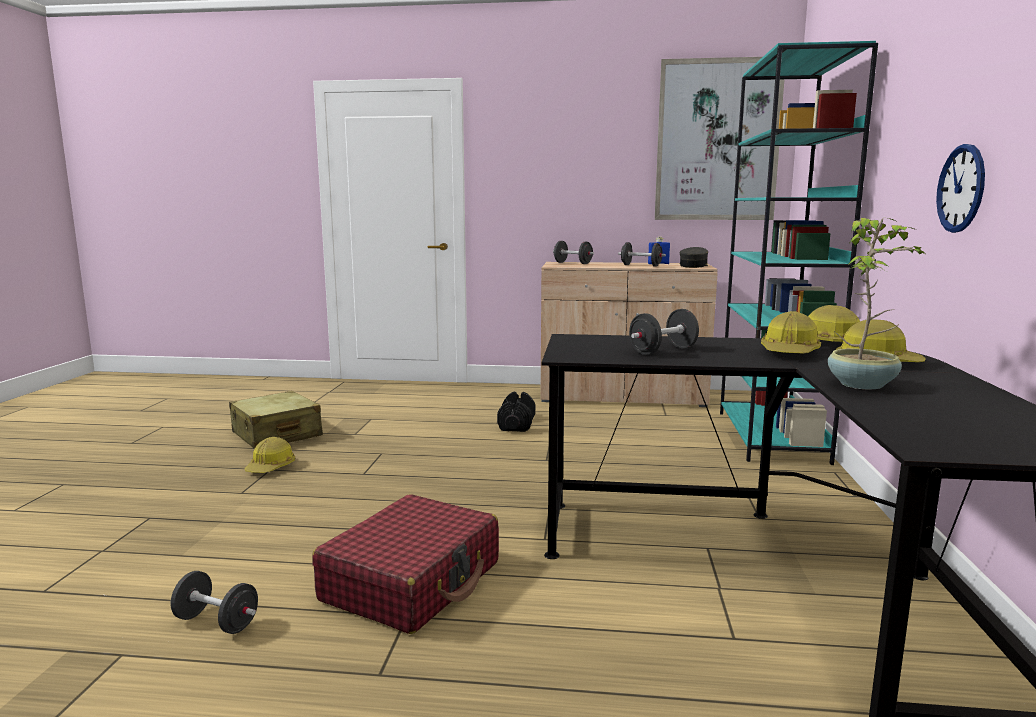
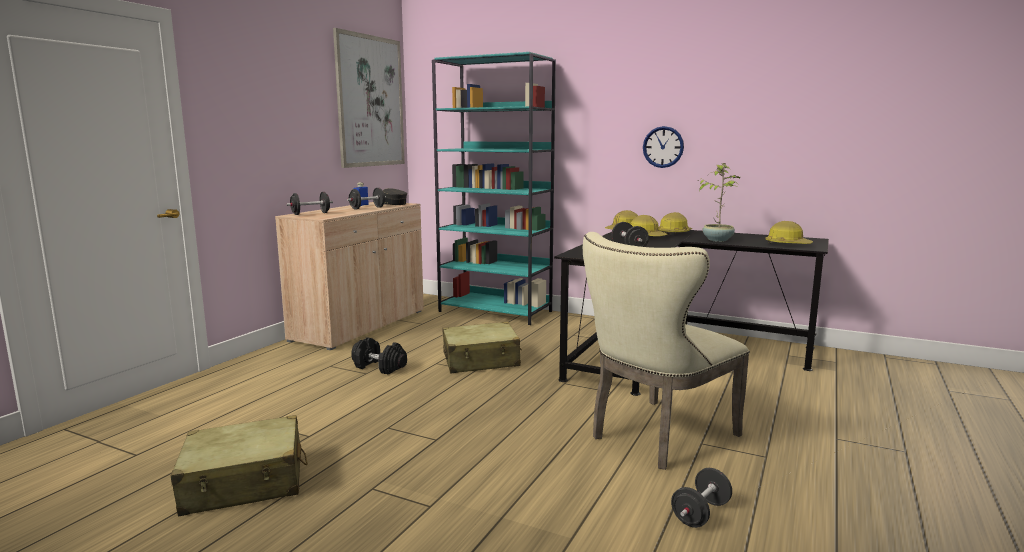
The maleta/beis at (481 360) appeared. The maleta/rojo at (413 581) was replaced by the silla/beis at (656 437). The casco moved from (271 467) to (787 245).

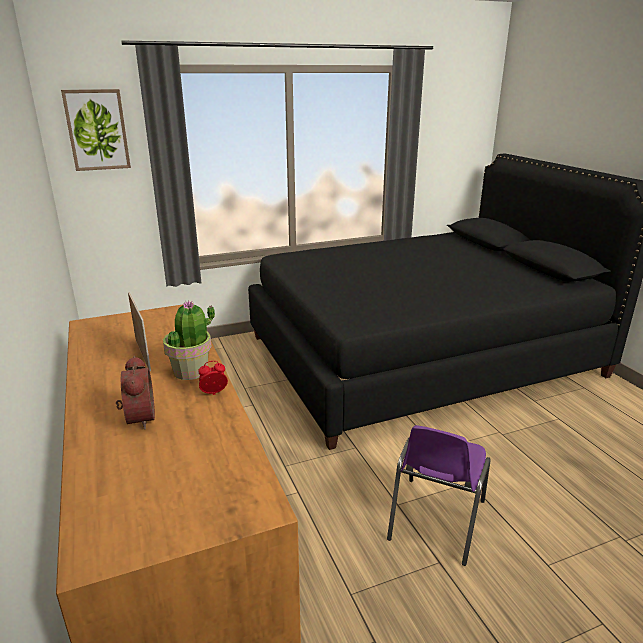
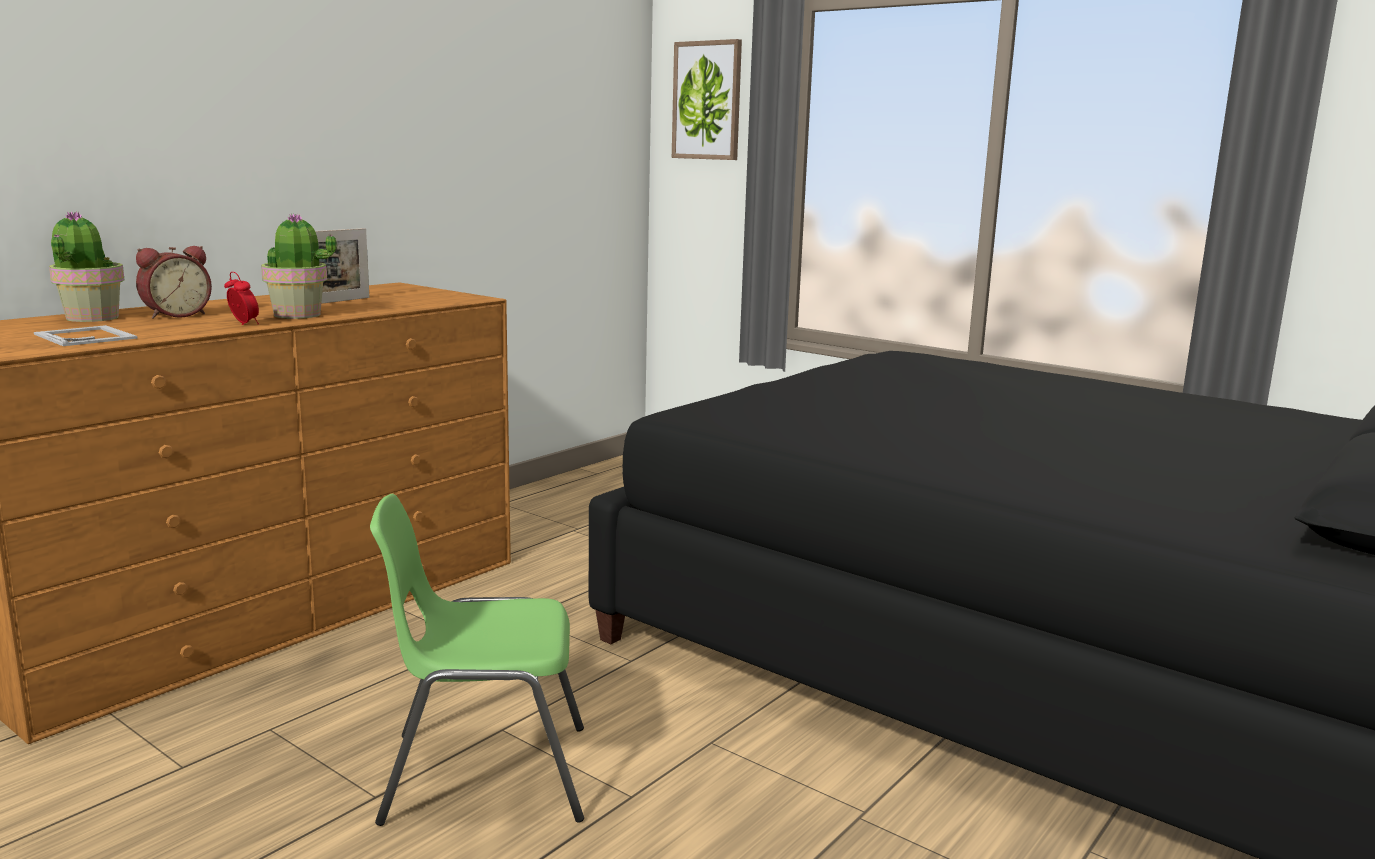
The portarretratos at (86 336) appeared. The planta en maceta at (91 318) appeared. The silla/morado at (435 520) became the silla/verde at (483 774).

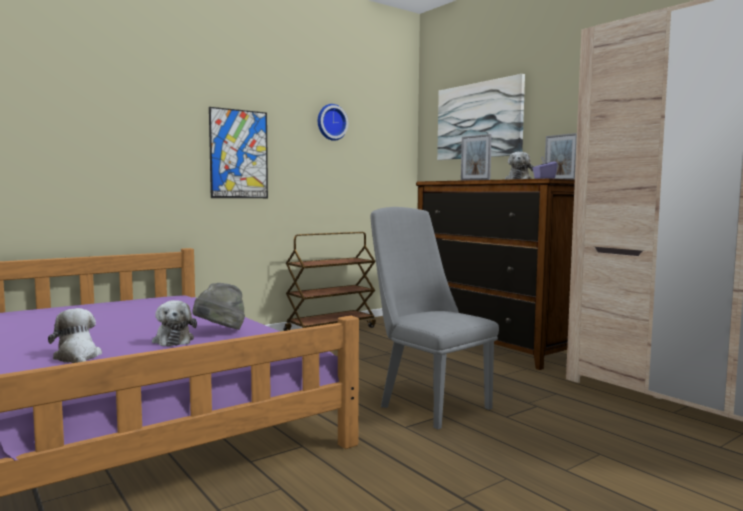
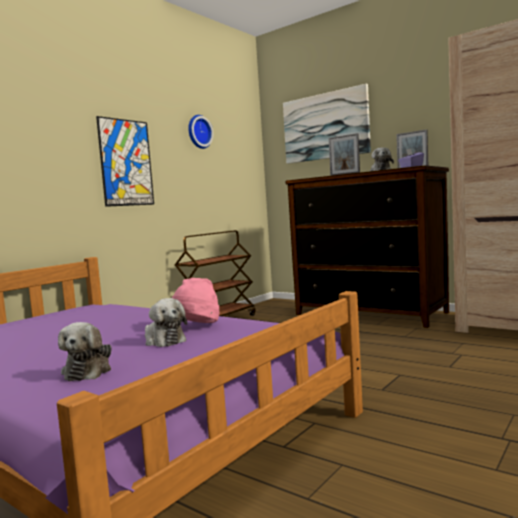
The peluche at (77 357) turned 135 degrees counterclockwise. The sombrero/gris at (219 332) became the sombrero/rosa at (196 327). The silla/gris at (428 404) disappeared.

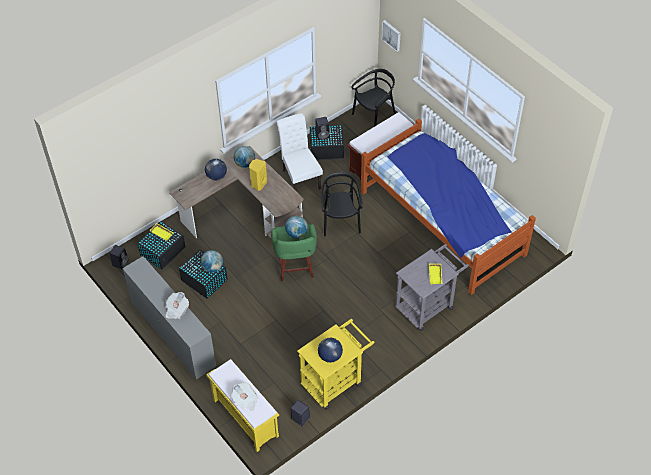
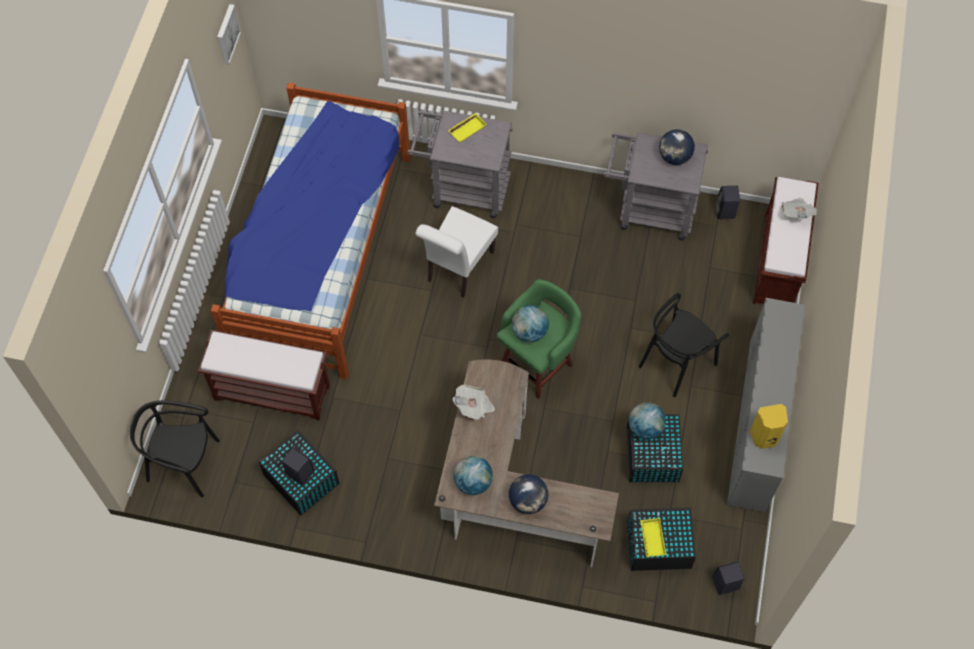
The cuadro moved from (392 35) to (226 33). The silla/blanco moved from (300 178) to (457 269). The periódico moved from (176 310) to (474 407). The carrito/amarillo at (335 381) became the carrito/gris at (649 210). The silla/negro moved from (340 221) to (676 362). The altavoz/amarillo moved from (258 184) to (764 437). The banco/amarillo at (244 417) became the banco/marrón at (778 263).

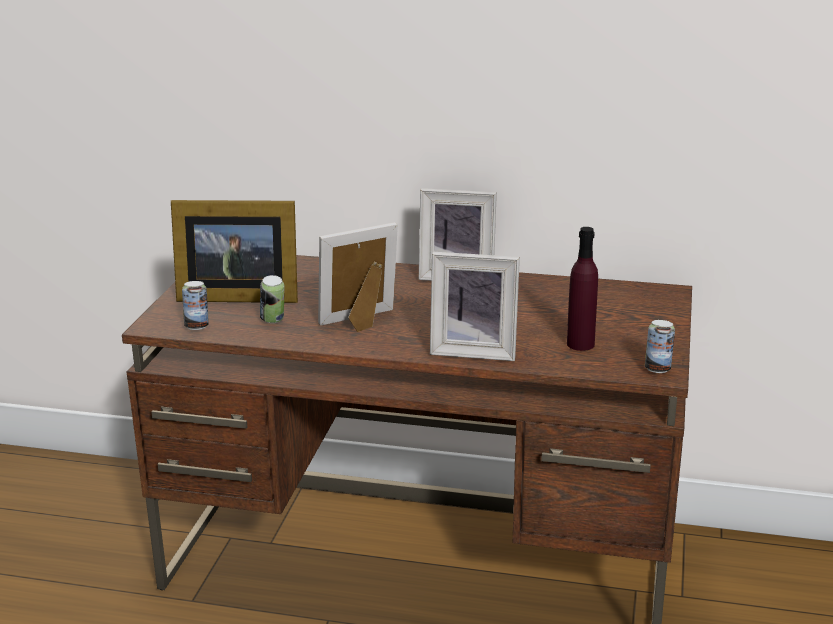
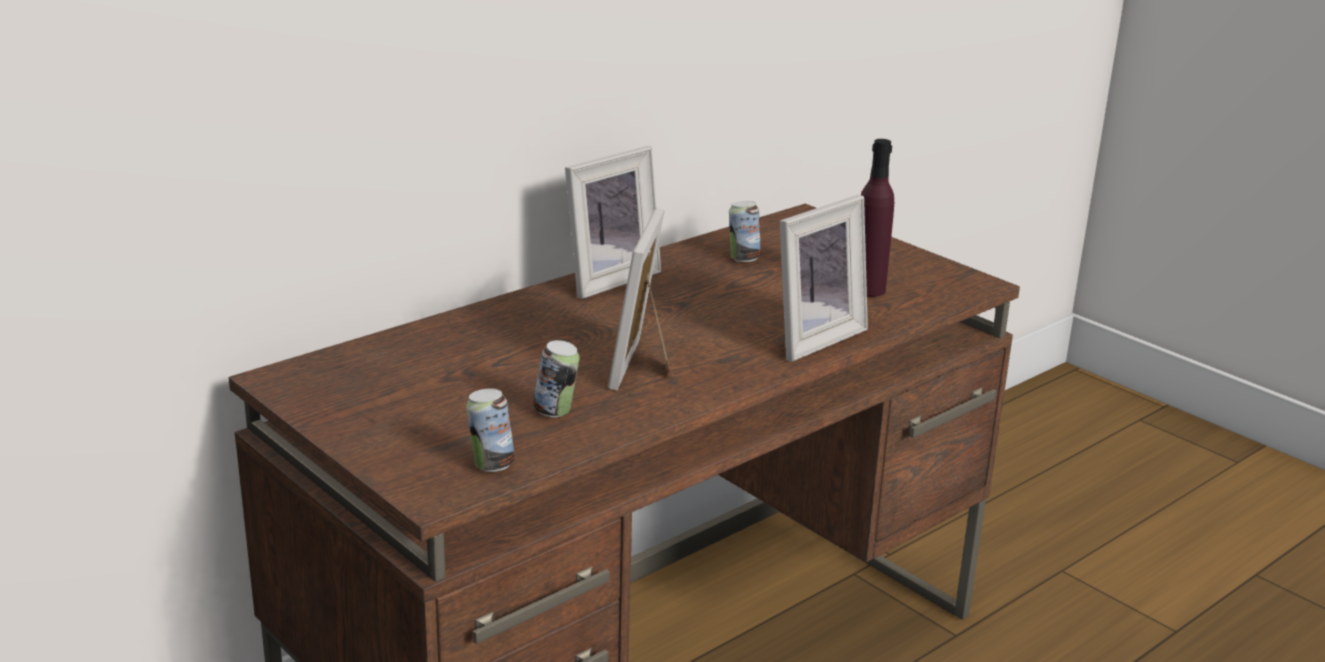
The lata moved from (657 369) to (743 259). The portarretratos at (235 295) disappeared.

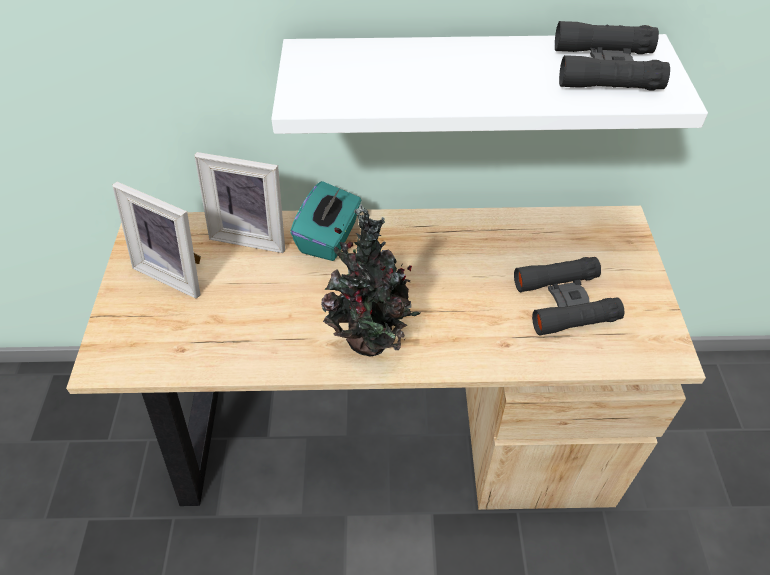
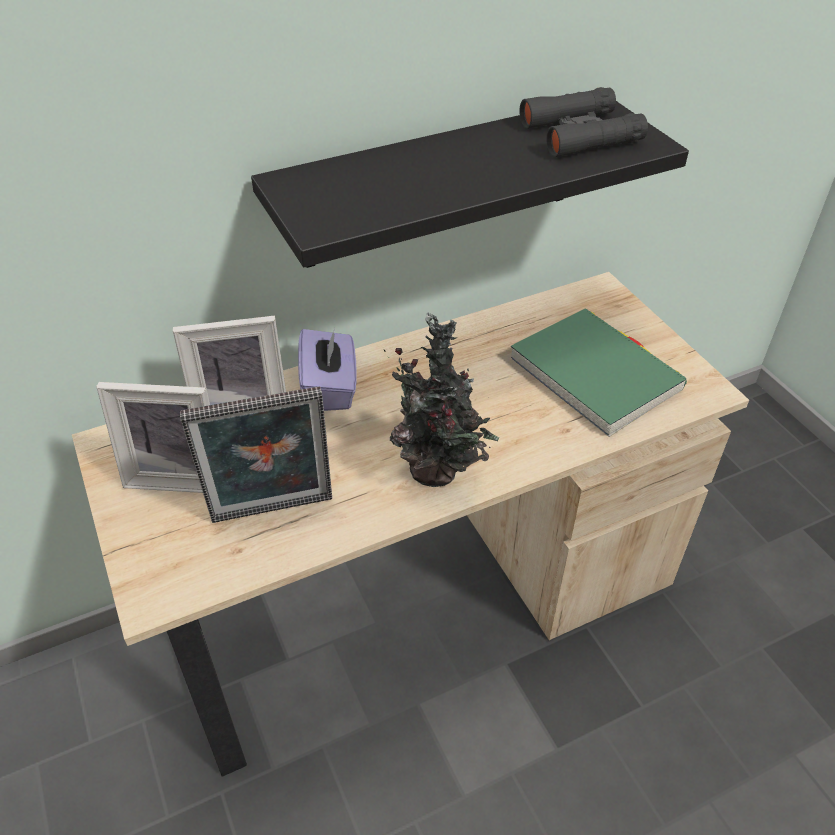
The portarretratos at (273 513) appeared. The estante/blanco at (470 83) became the estante/negro at (441 183). The caja de pañuelos/turquesa at (329 238) became the caja de pañuelos/morado at (330 388). The prismáticos/negro at (565 301) was replaced by the libro/verde at (595 375).

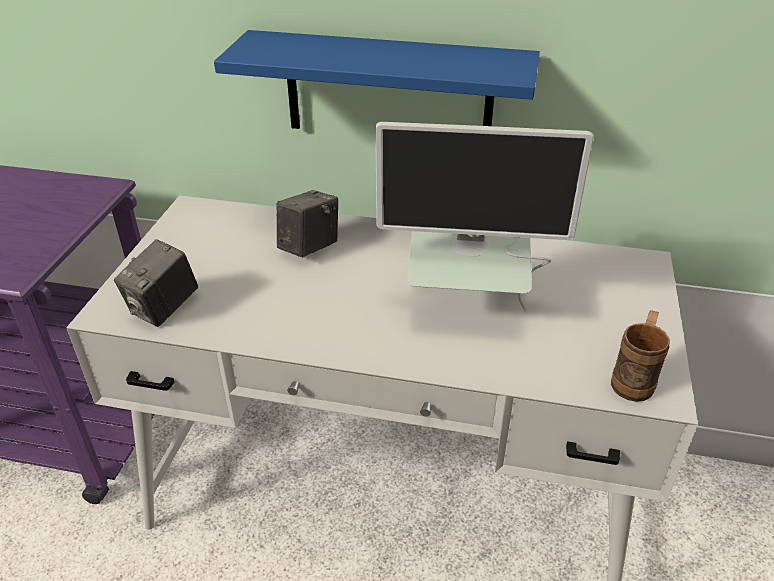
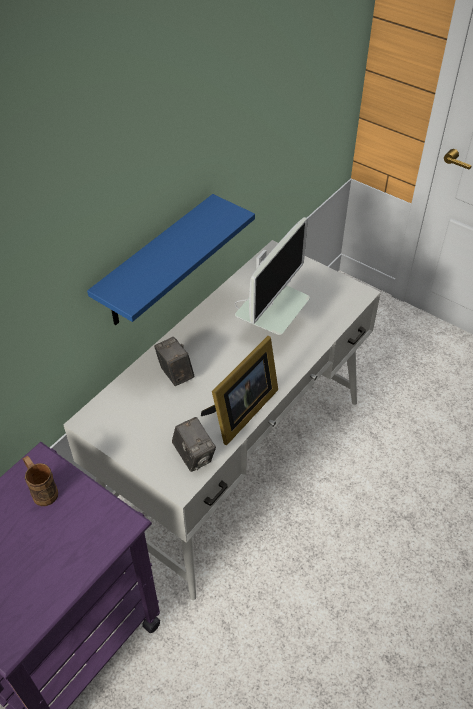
The taza grande/marrón moved from (634 379) to (42 490). The portarretratos at (240 412) appeared.

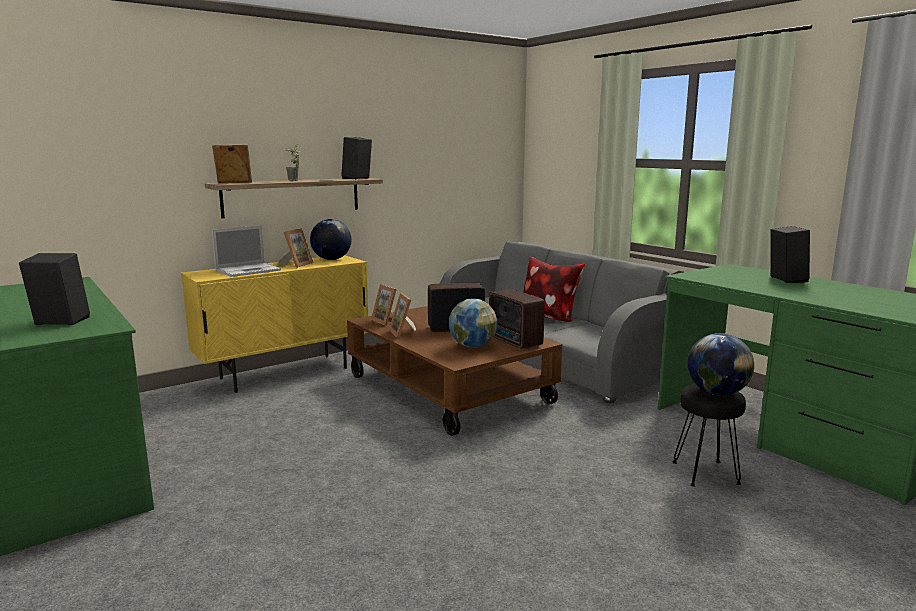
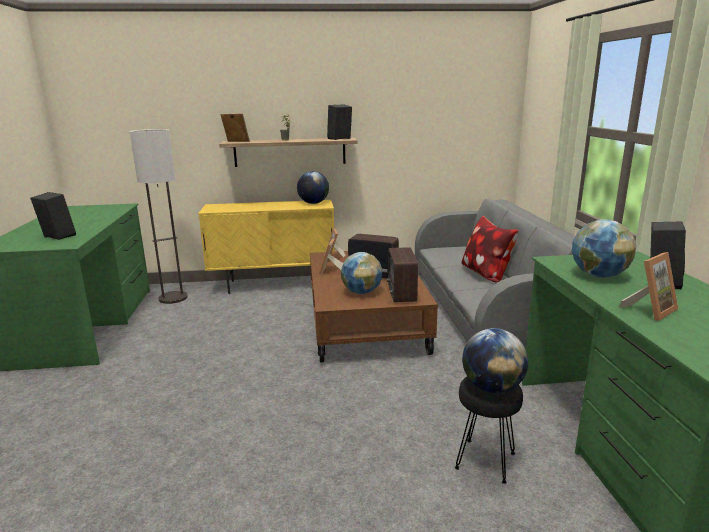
The lámpara de pie at (173 298) appeared. The globo terráqueo at (598 275) appeared. The portarretratos moved from (296 265) to (650 310). The portátil at (249 270) disappeared.

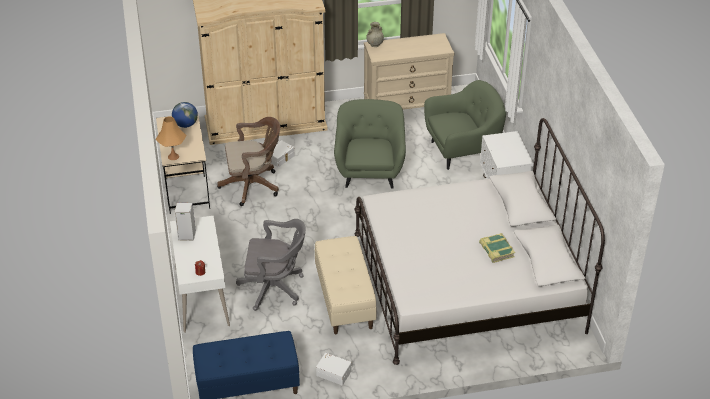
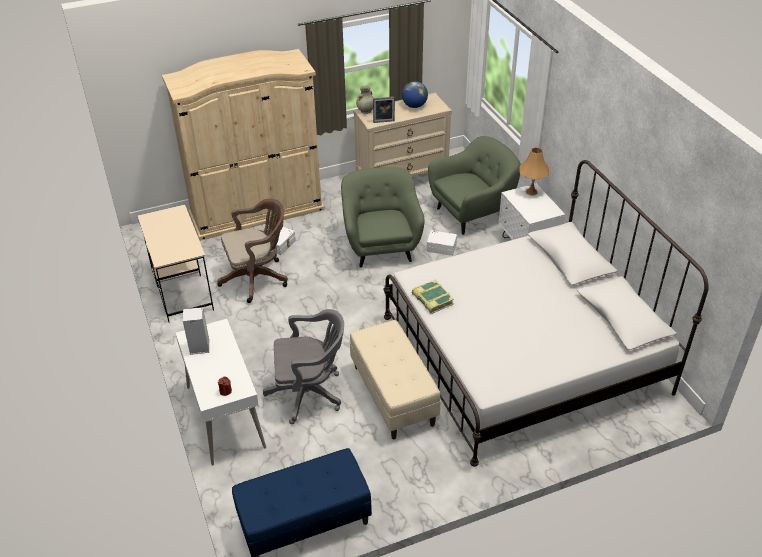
The portarretratos at (384 122) appeared. The globo terráqueo moved from (186 125) to (414 106). The libro moved from (496 250) to (432 299). The caja de almacenaje/blanco moved from (334 372) to (441 247). The lámpara de mesa/naranja moved from (173 156) to (531 191).

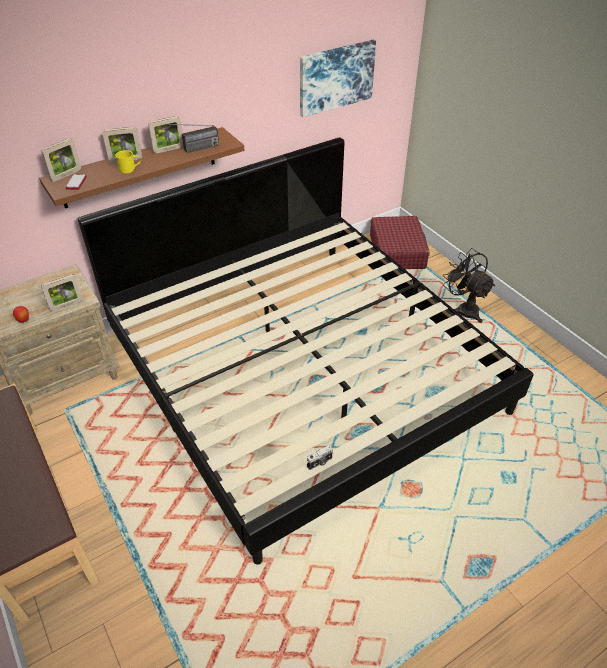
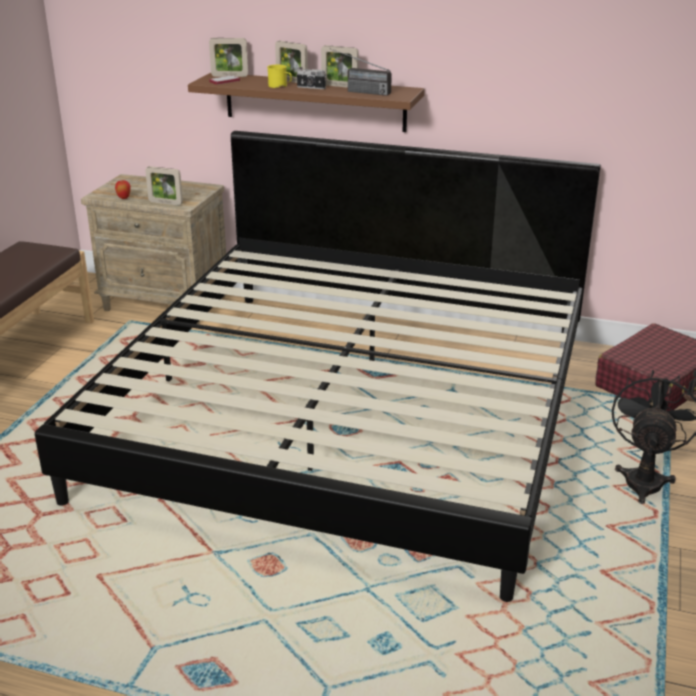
The cámara moved from (320 462) to (311 87). The cuadro at (336 77) disappeared.

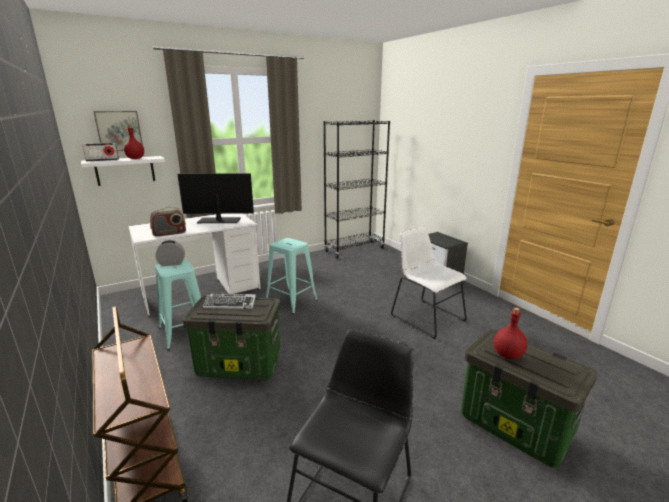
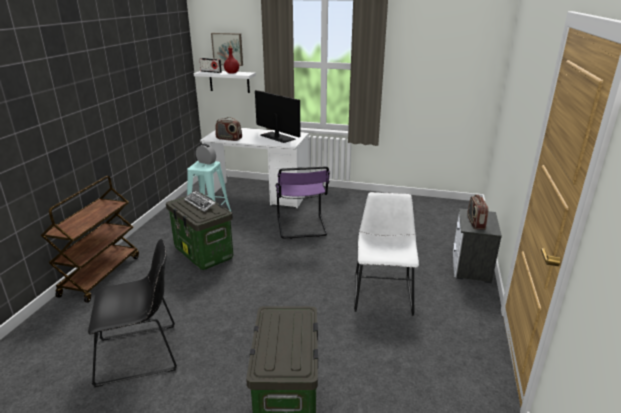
The taburete/turquesa at (291 301) was replaced by the silla/morado at (302 227). The radio at (475 223) appeared. The estantería/negro at (354 249) disappeared. The botella/rojo at (507 355) disappeared.

